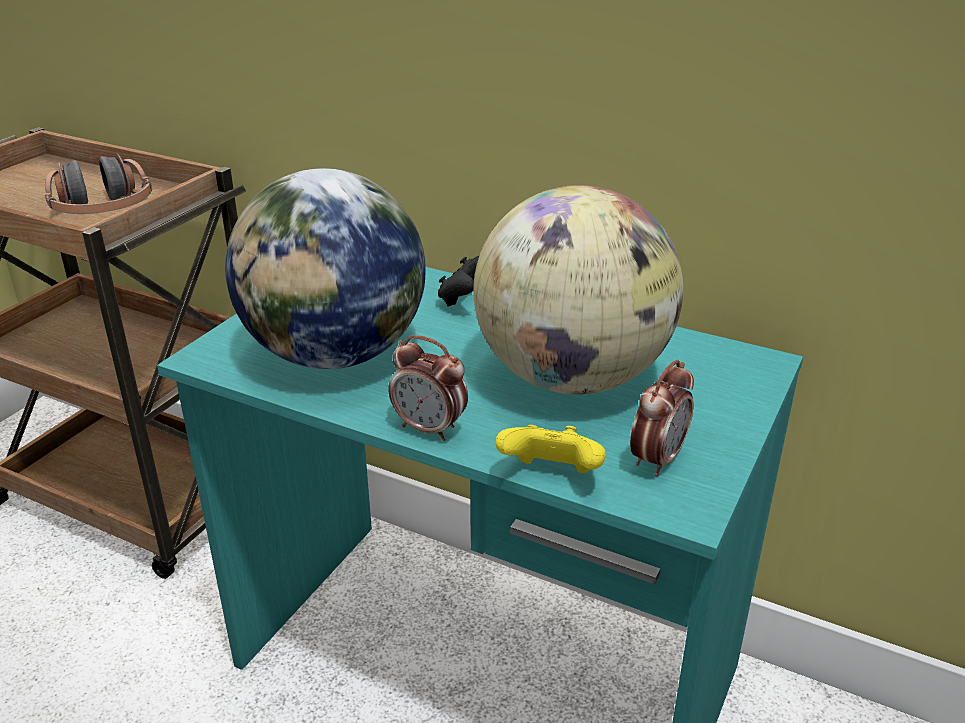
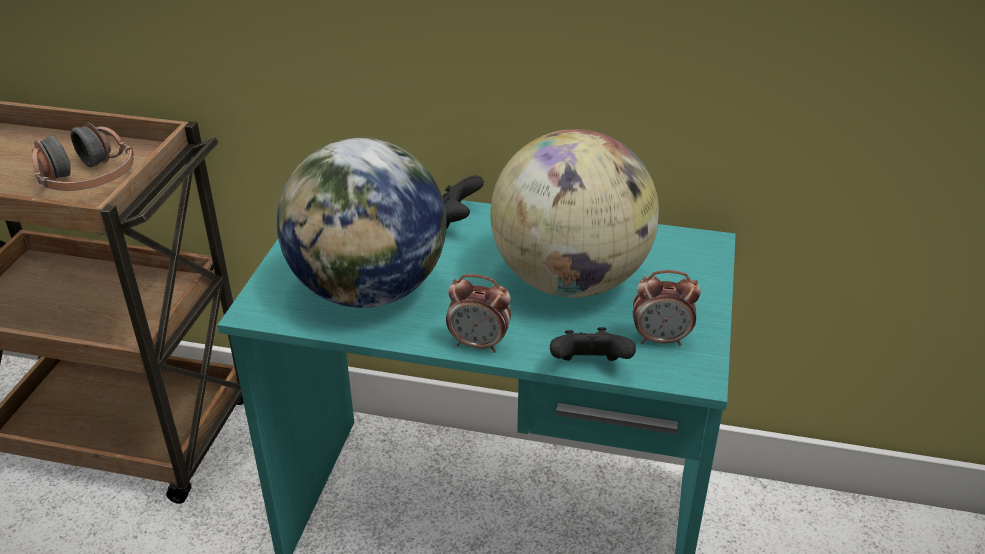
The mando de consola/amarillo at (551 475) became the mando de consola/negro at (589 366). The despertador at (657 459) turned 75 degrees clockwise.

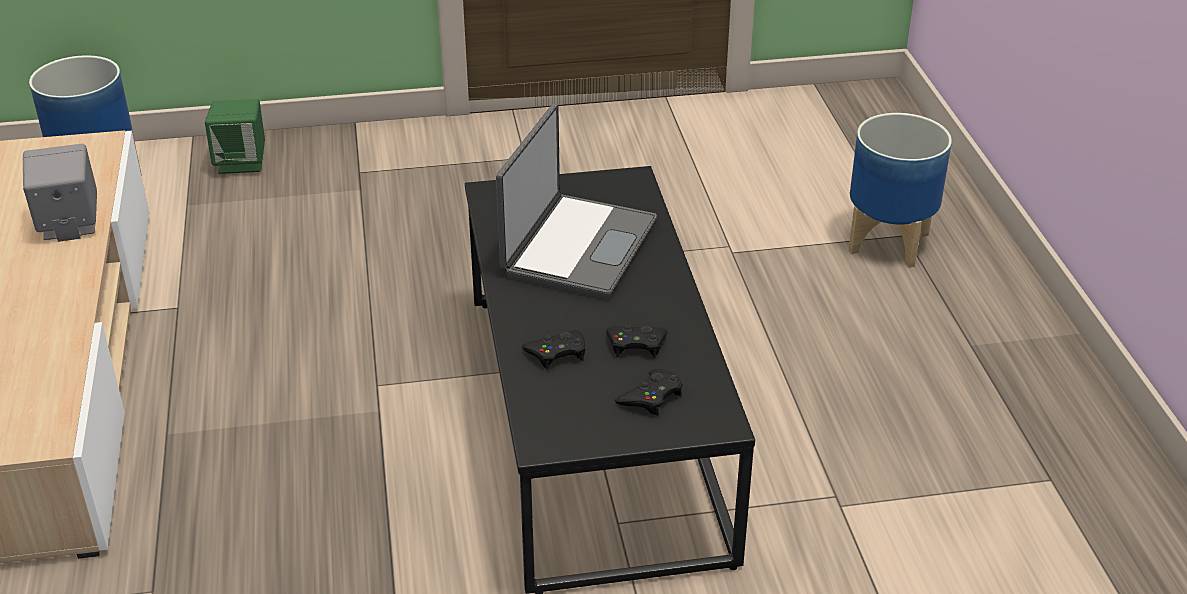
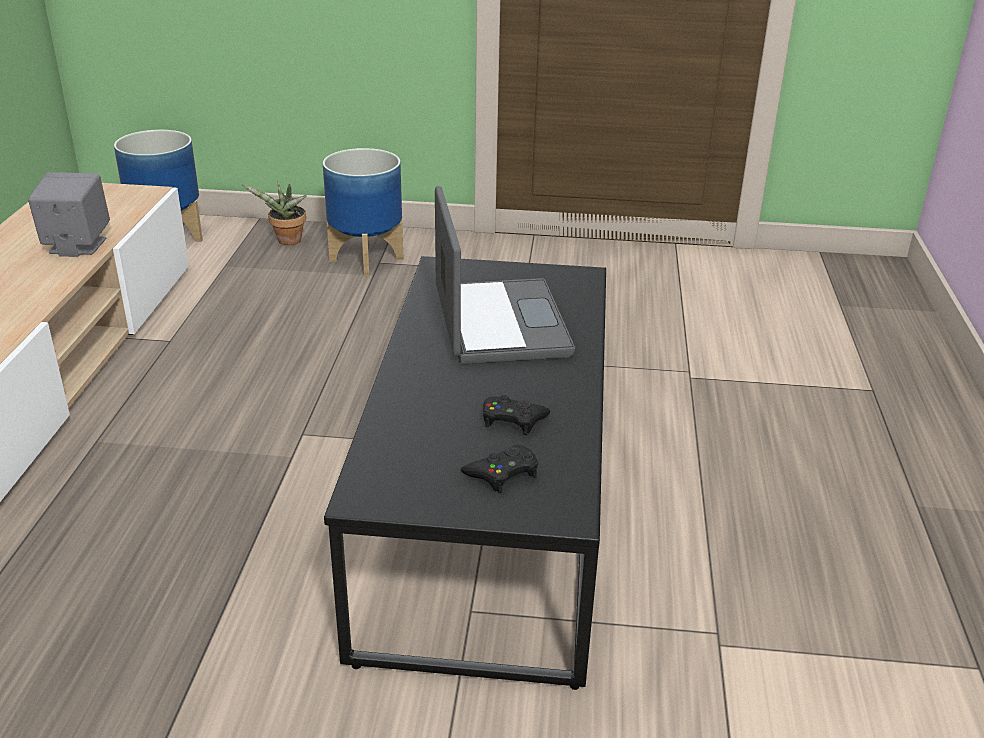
The altavoz/verde at (241 162) was replaced by the planta en maceta at (287 242). The maceta moved from (887 243) to (365 259). The portátil at (577 247) turned 45 degrees counterclockwise. The mando de consola/negro at (557 353) disappeared.

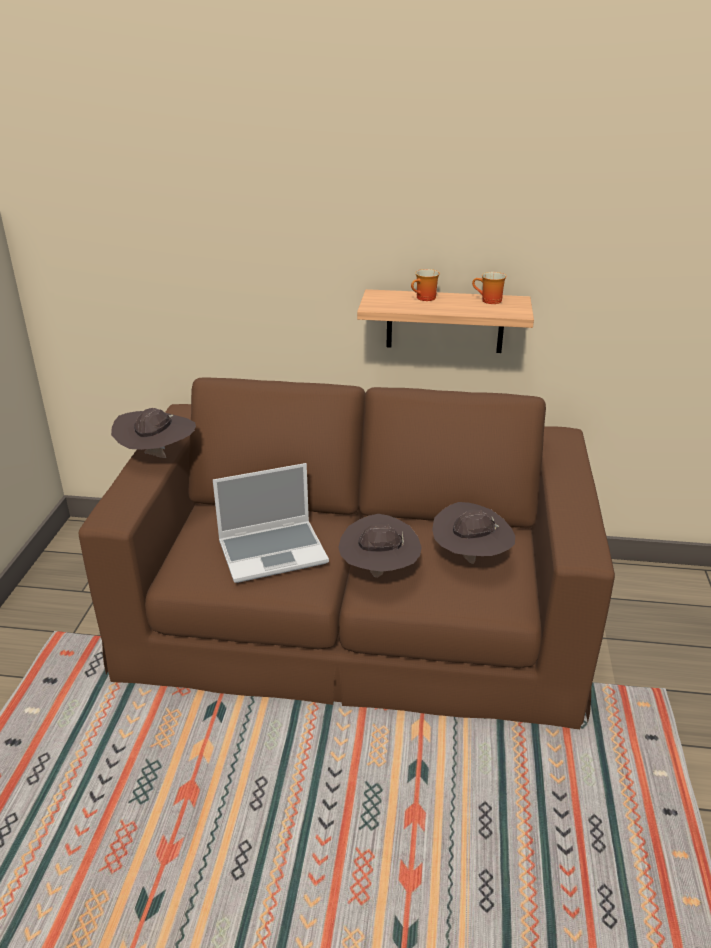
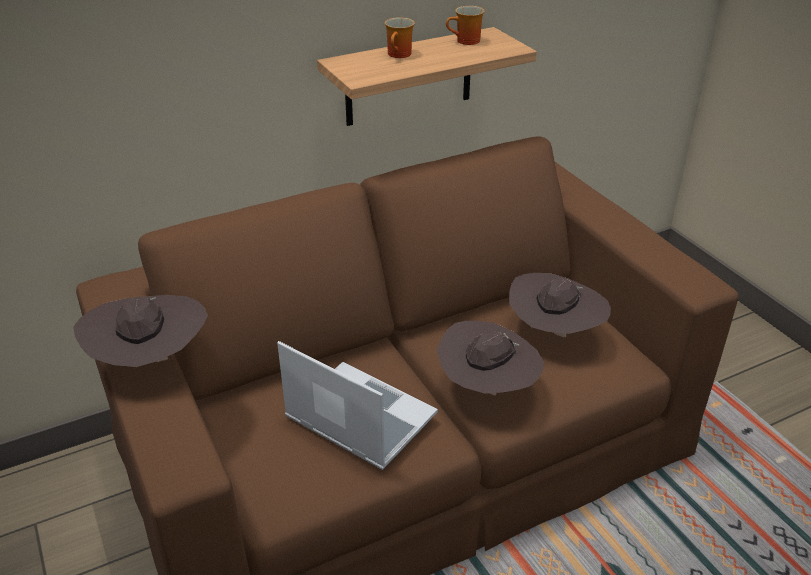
The portátil at (274 551) turned 90 degrees counterclockwise.

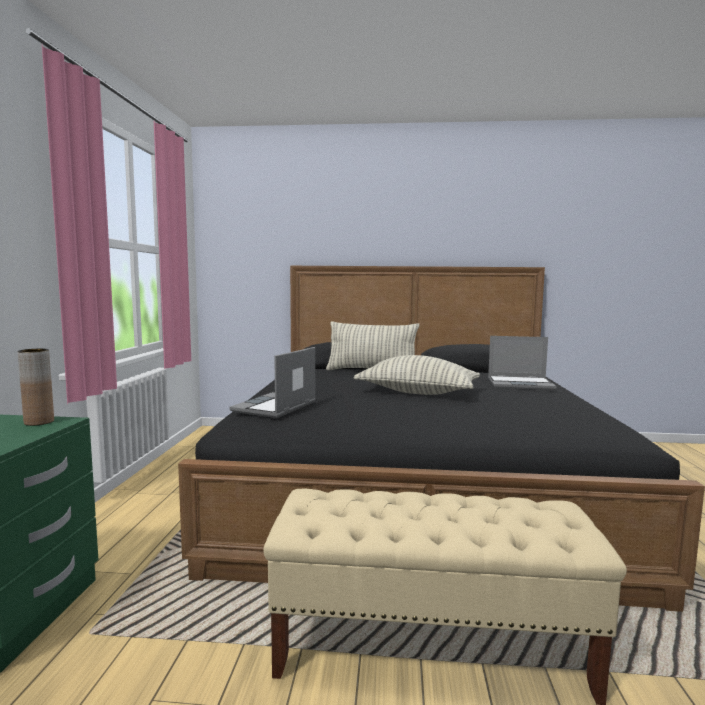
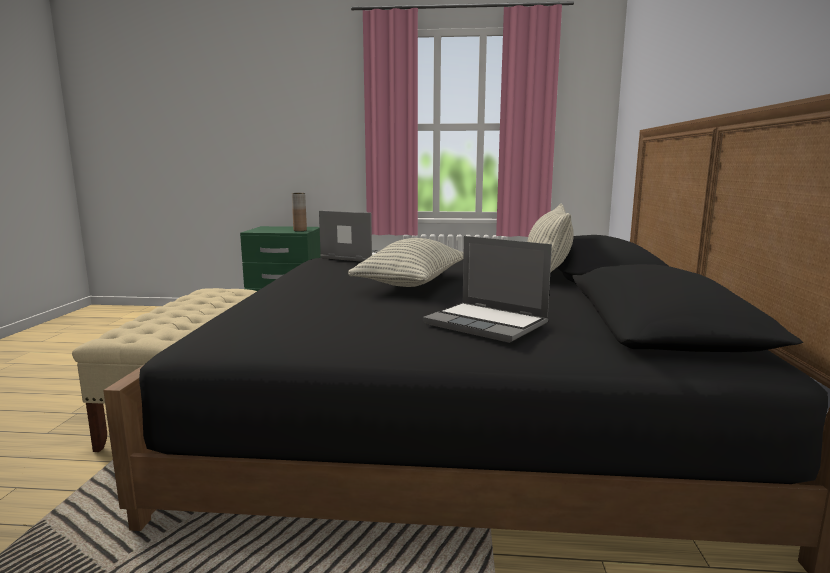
The portátil at (521 384) turned 60 degrees counterclockwise.

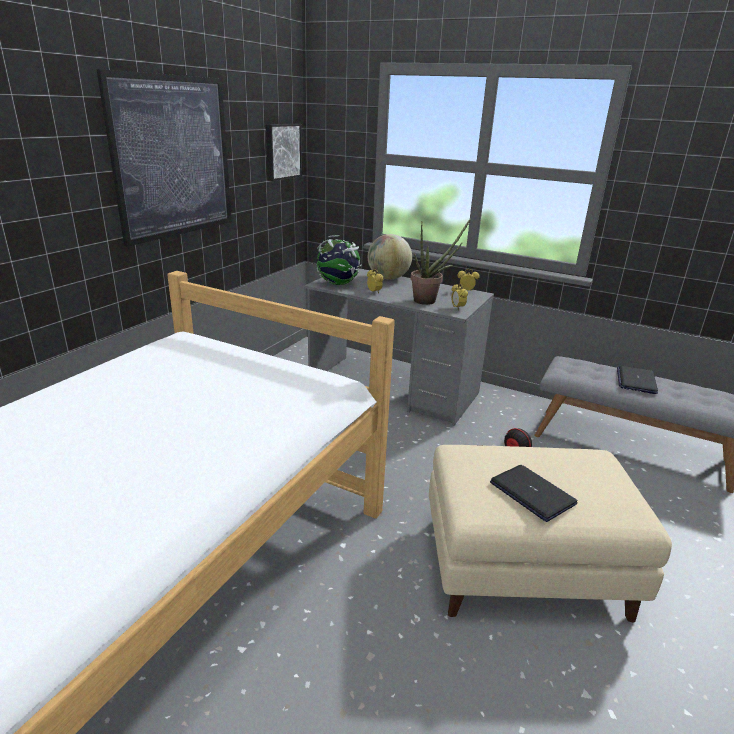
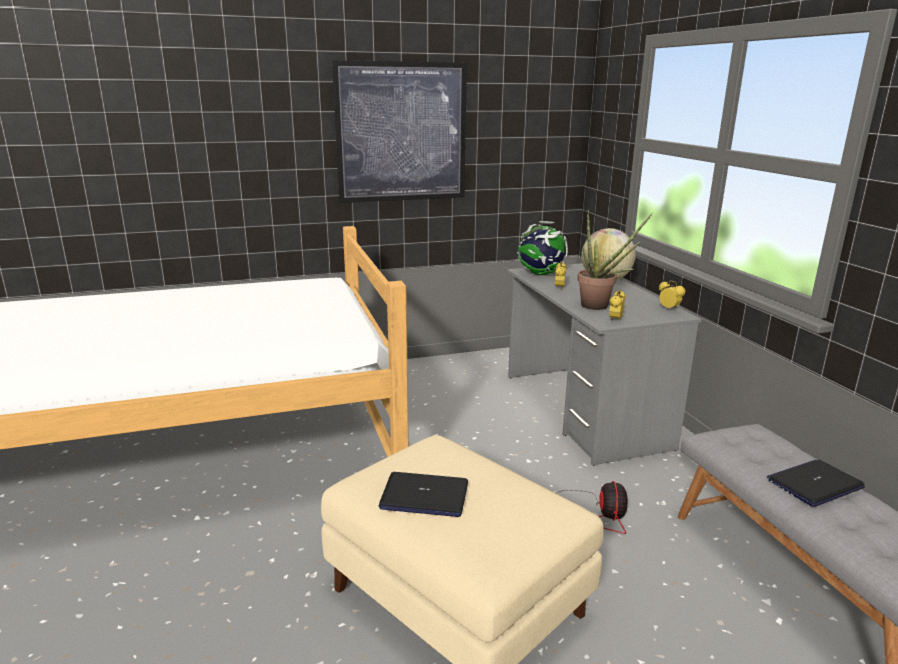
The portátil at (533 493) turned 90 degrees clockwise. The cuadro at (282 151) disappeared.

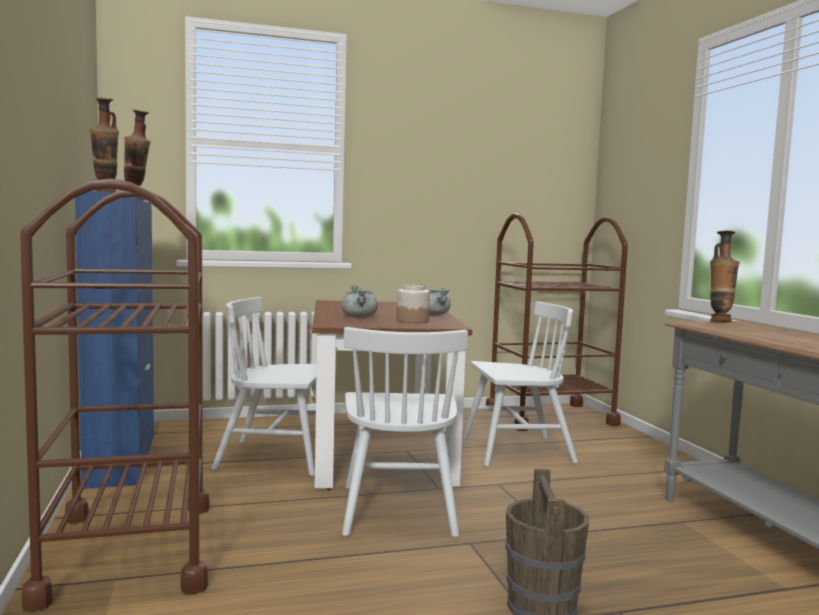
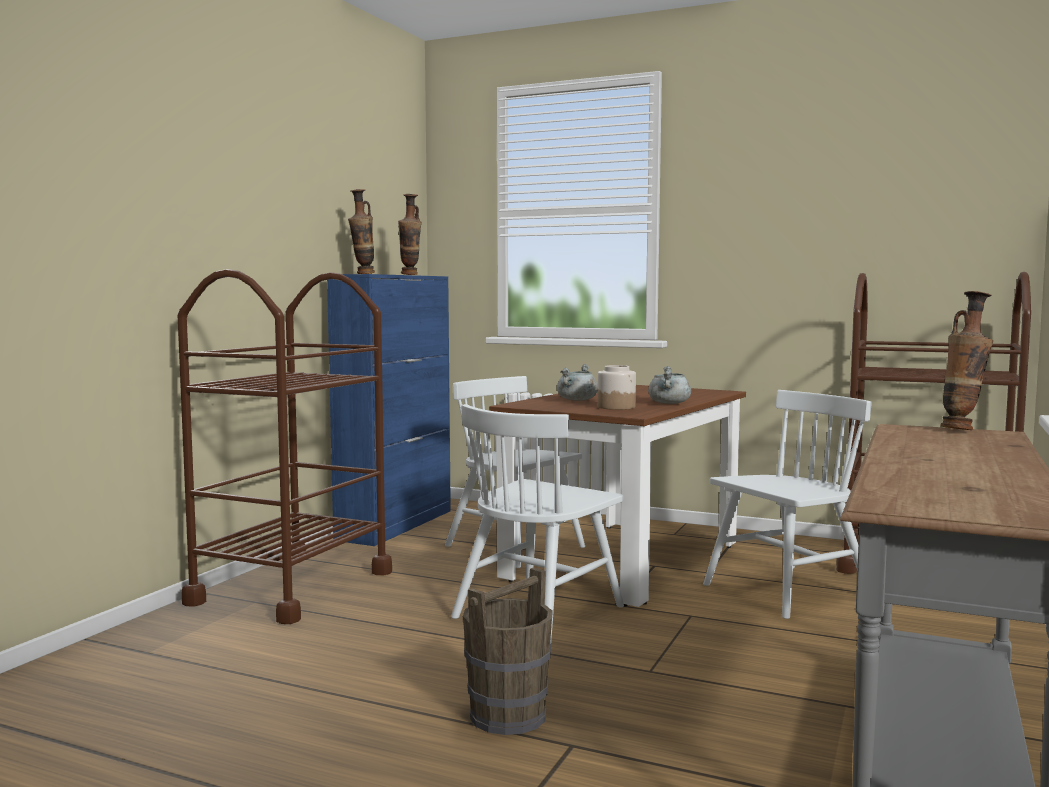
The silla/blanco at (516 451) turned 60 degrees counterclockwise.

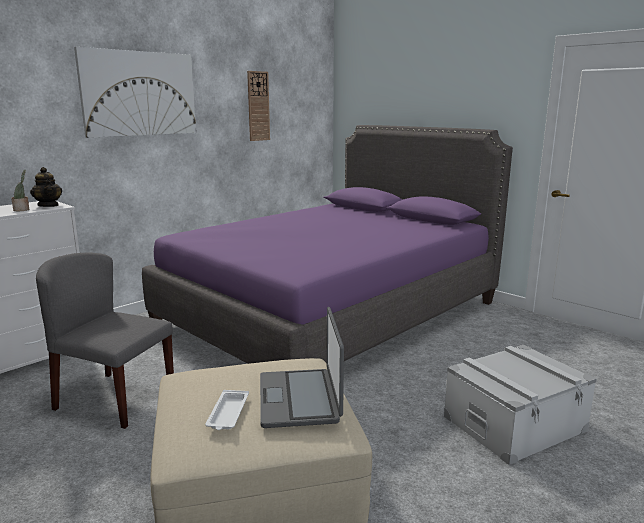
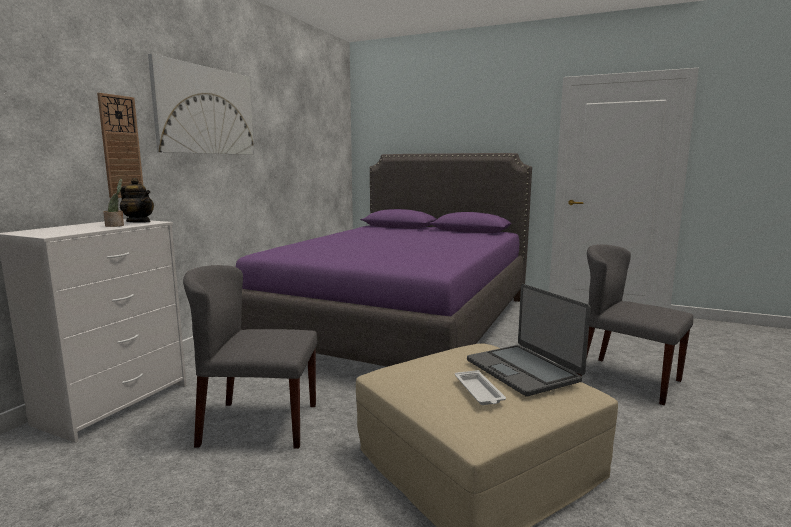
The reloj de pared moved from (258 106) to (121 147). The caja de almacenaje/gris at (514 423) was replaced by the silla/gris at (627 380).

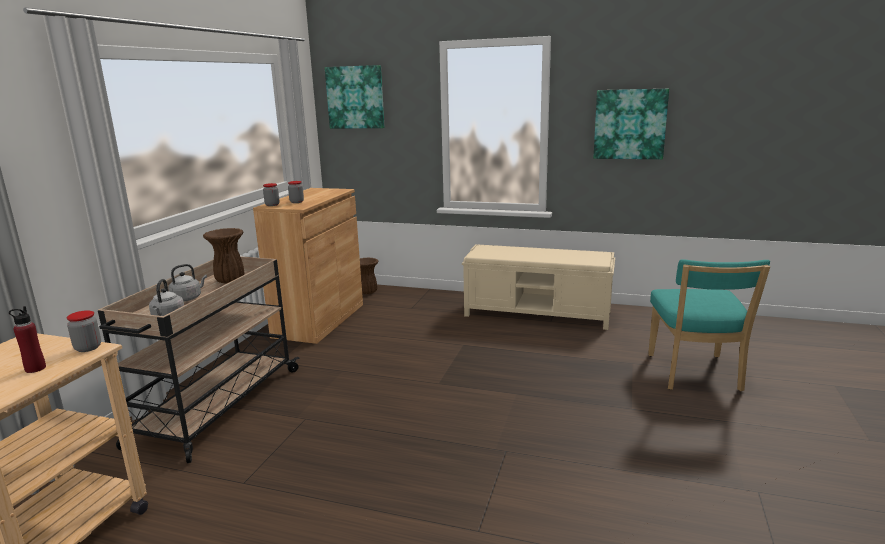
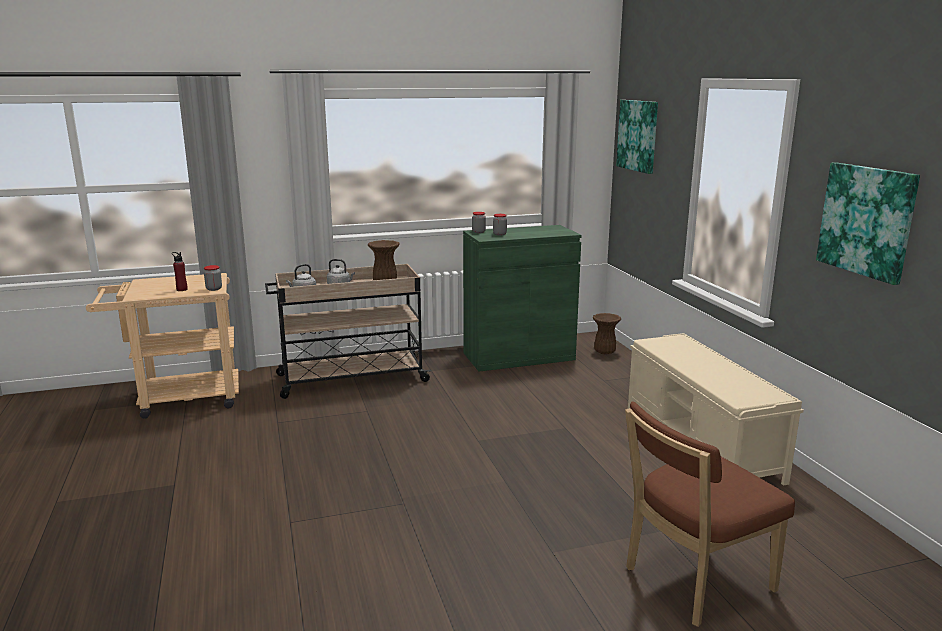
The armario/marrón at (319 320) became the armario/verde at (518 356). The silla/turquesa at (695 375) became the silla/marrón at (693 581).

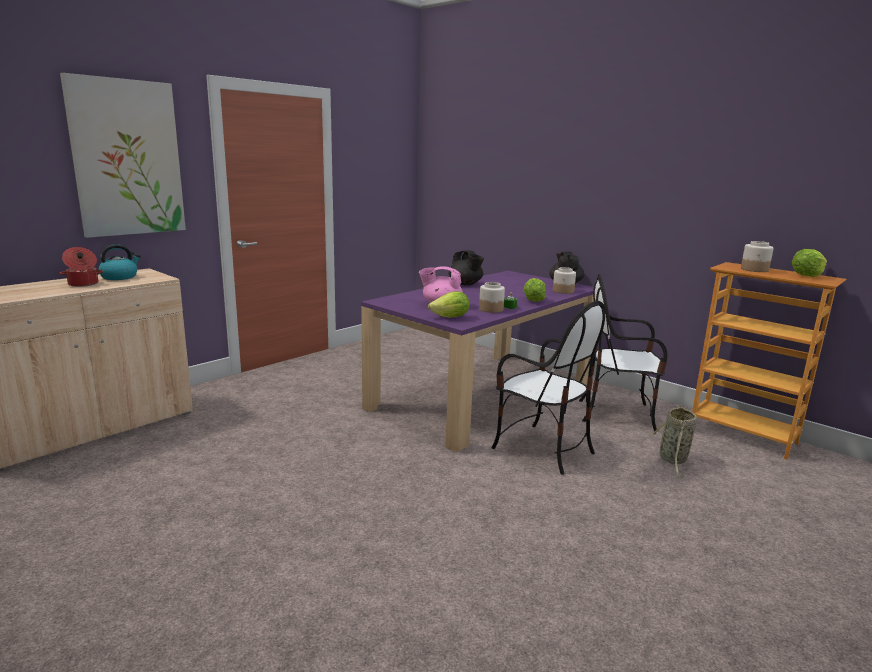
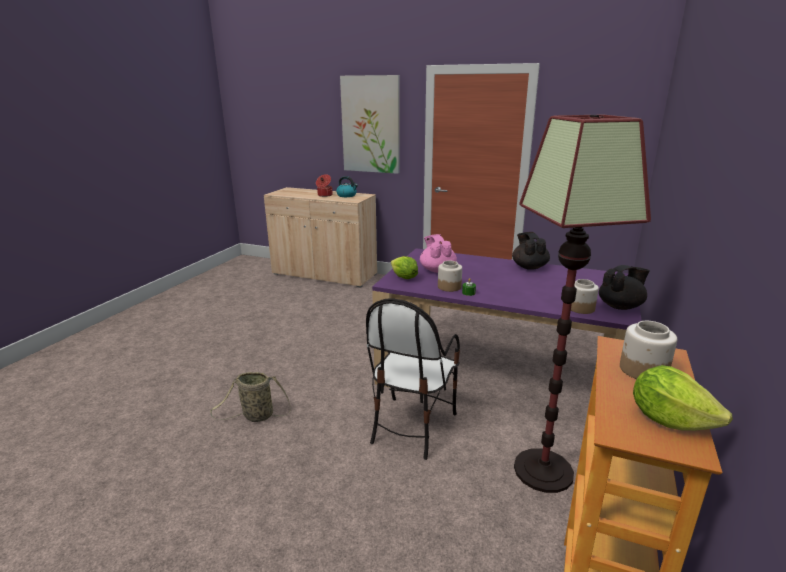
The cesta moved from (673 460) to (256 416). The tetera/negro at (465 284) turned 135 degrees clockwise. The silla at (617 414) was replaced by the lámpara de pie at (543 470). The lechuga at (533 301) disappeared.

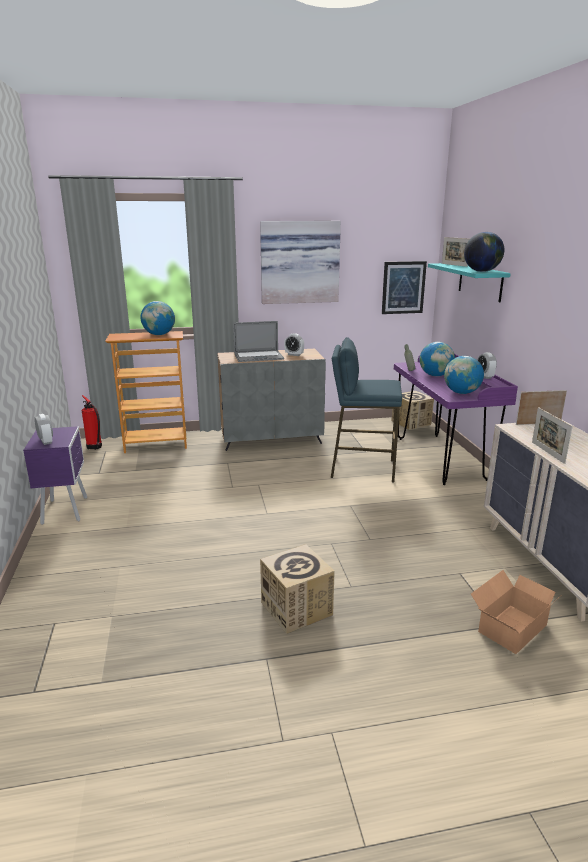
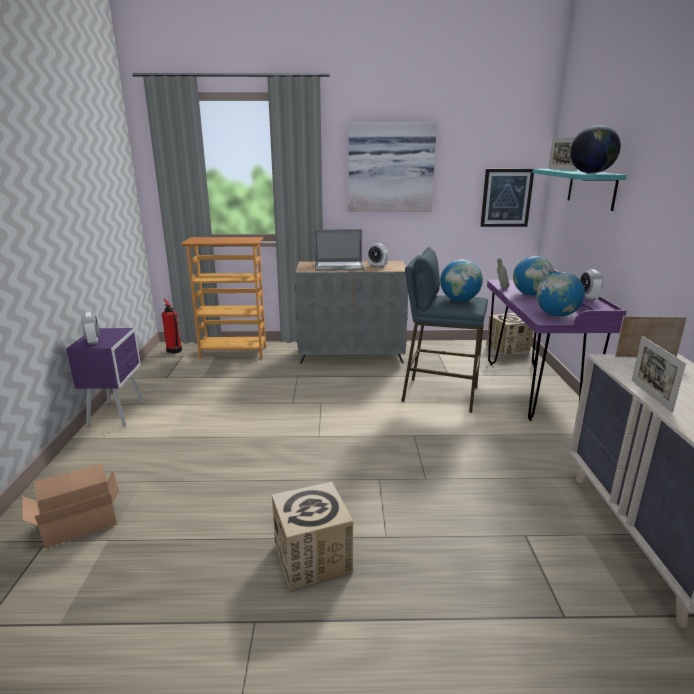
The caja de cartón moved from (509 628) to (77 522). The globo terráqueo moved from (159 334) to (459 300).

